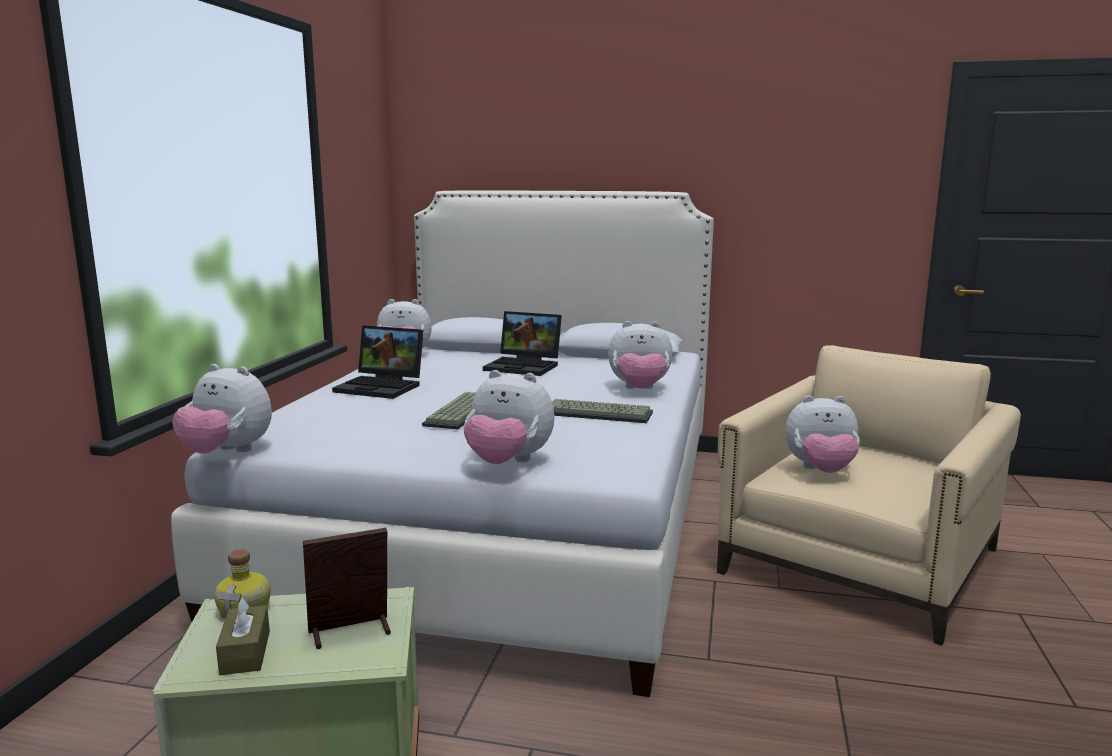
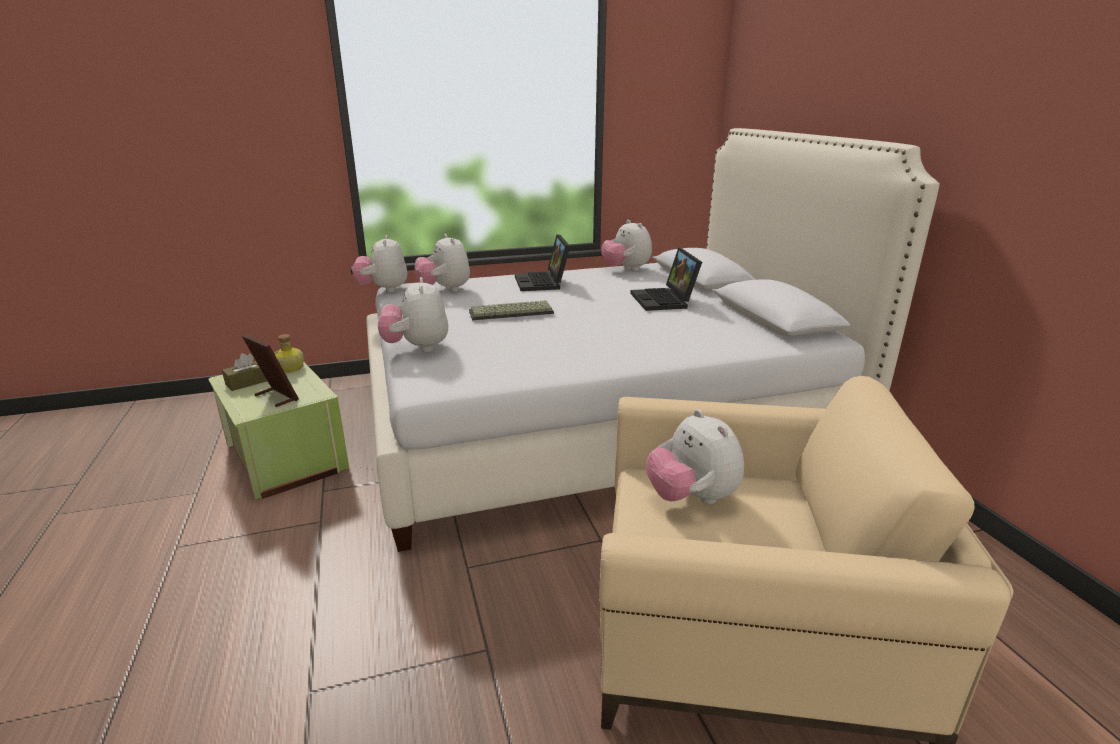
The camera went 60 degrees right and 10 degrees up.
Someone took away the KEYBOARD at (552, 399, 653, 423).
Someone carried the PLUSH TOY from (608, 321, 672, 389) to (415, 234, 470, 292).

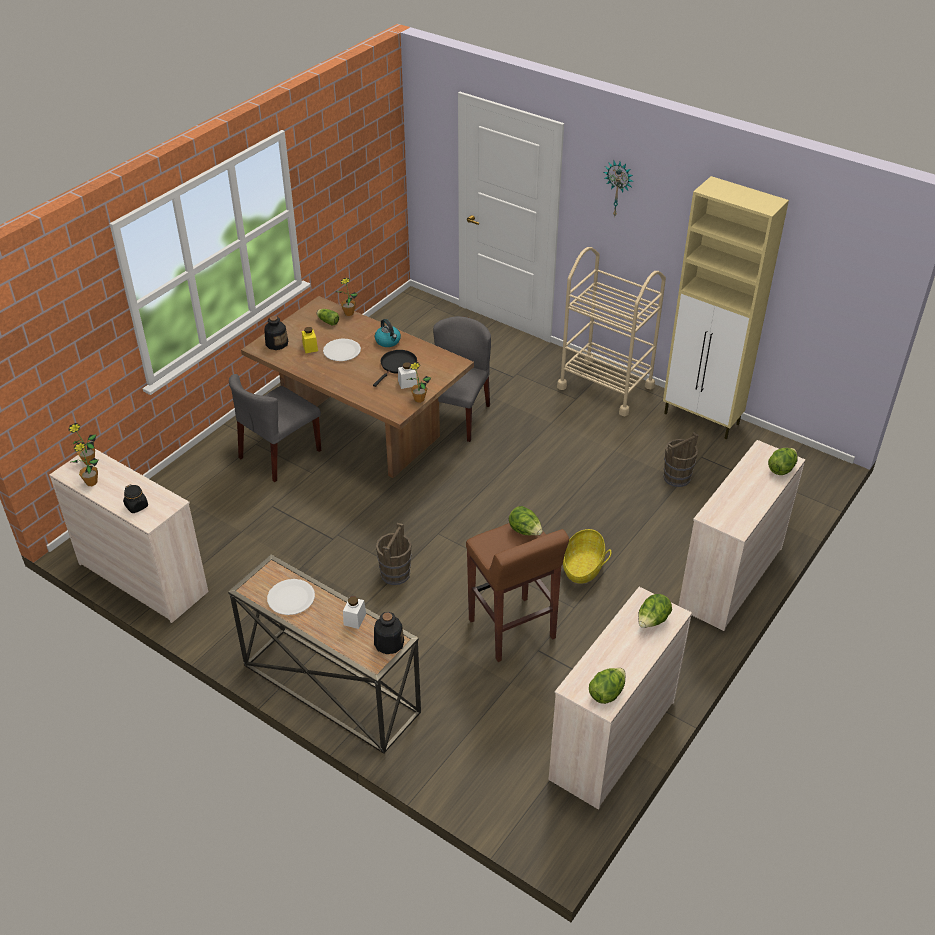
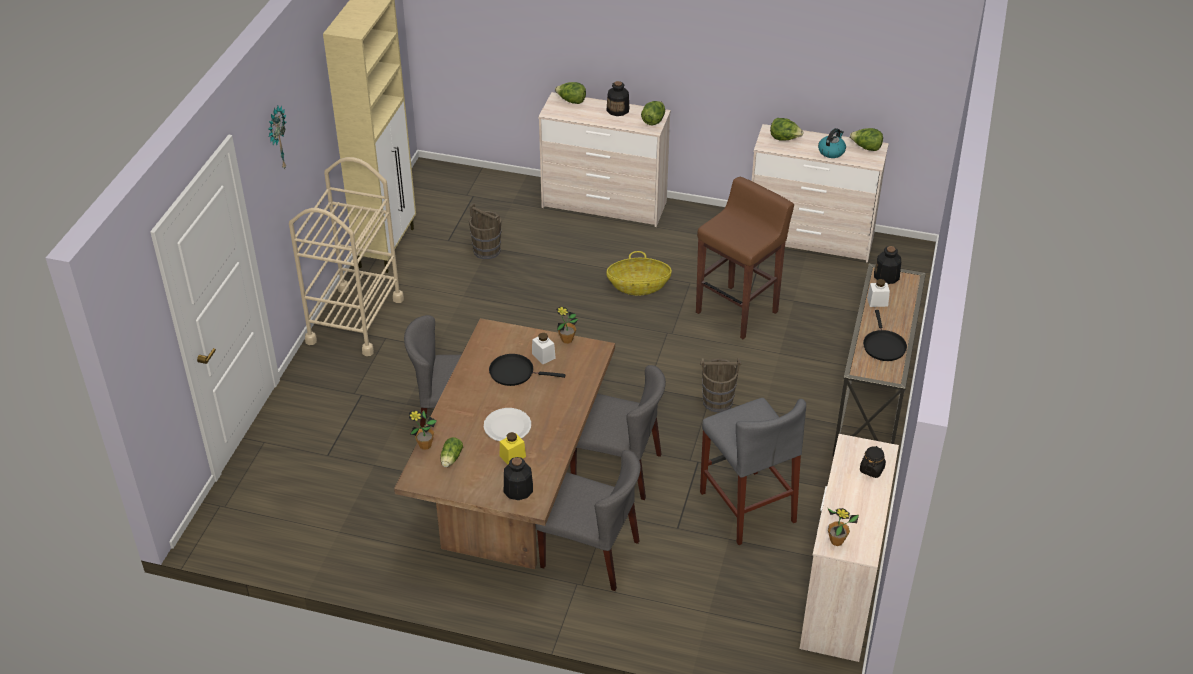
The camera went 110 degrees left and 0 degrees up.
Someone took away the HOUSEPLANT at (70, 442, 99, 486).
Someone put down the GREY PLAIN CHAIR at (570, 365, 666, 500).
Someone put down the BEVERAGE BOTTLE at (606, 81, 629, 116).
Someone put down the GREY SITTING STOOL at (700, 398, 806, 545).
Someone carried the TEA KETTLE from (375, 319, 401, 347) to (818, 128, 846, 158).
Someone carried the LETTUCE from (509, 506, 543, 535) to (641, 101, 665, 126).
Someone swapped the WHITE-COLOURED DINNER PLATE at (267, 579, 315, 615) for the BLACKISH SKILLET at (863, 310, 907, 361).

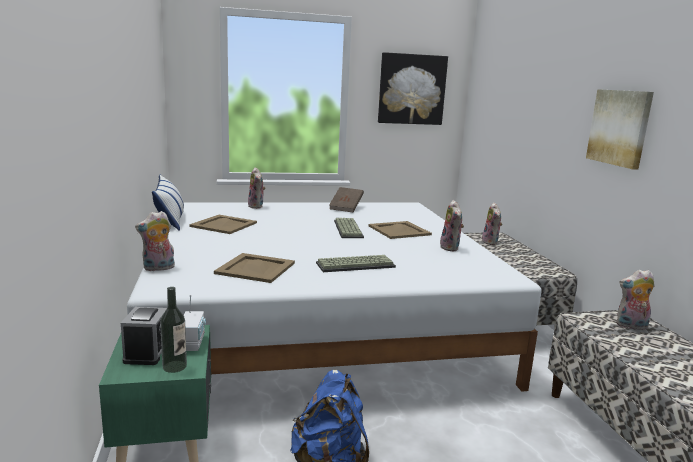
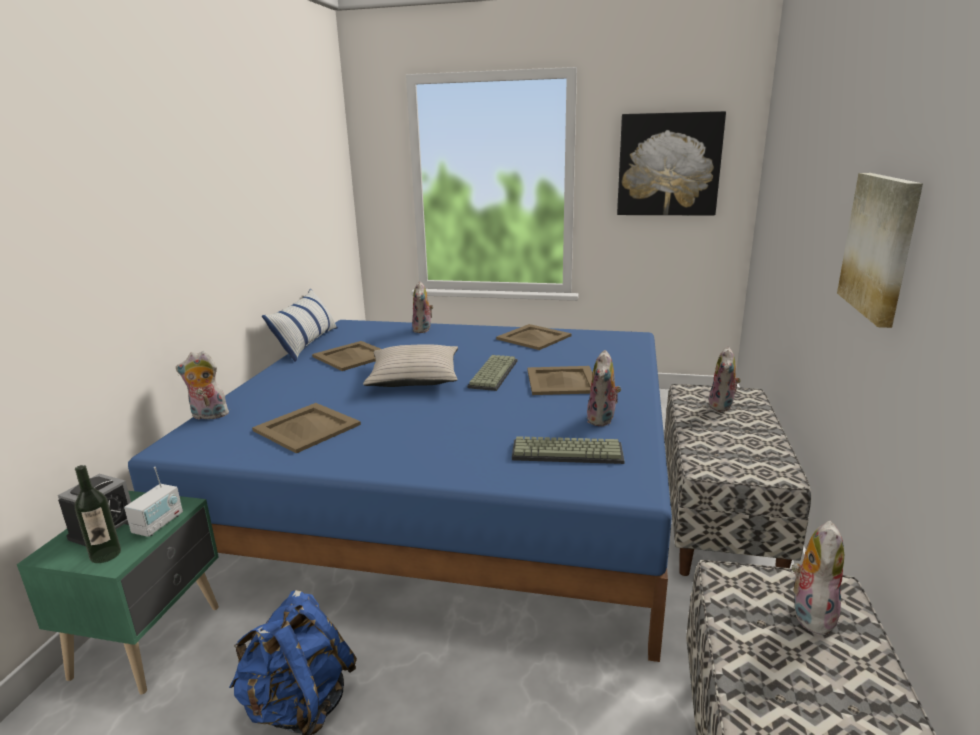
The camera went 25 degrees right and 5 degrees up.
Someone put down the BEIGE-COLOURED PILLOW at (363, 344, 458, 387).
Someone carried the KEYBOARD from (316, 255, 396, 272) to (512, 436, 624, 464).
Someone swapped the BROWN BOUND BOOK at (329, 187, 364, 212) for the BEIGE-COLOURED SERVING TRAY at (496, 324, 572, 350).
Someone repainted the WHITE-COLOURED SLEEPING BED at (127, 203, 542, 392), which became the BLUE SLEEPING BED at (128, 320, 672, 662).
Someone rotated the PLUSH TOY at (616, 270, 655, 330) by 90 degrees clockwise.

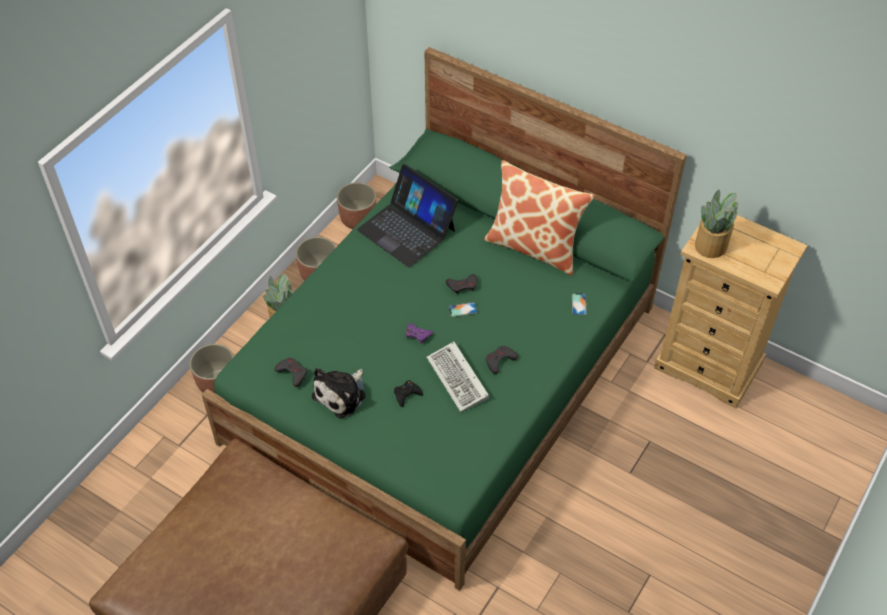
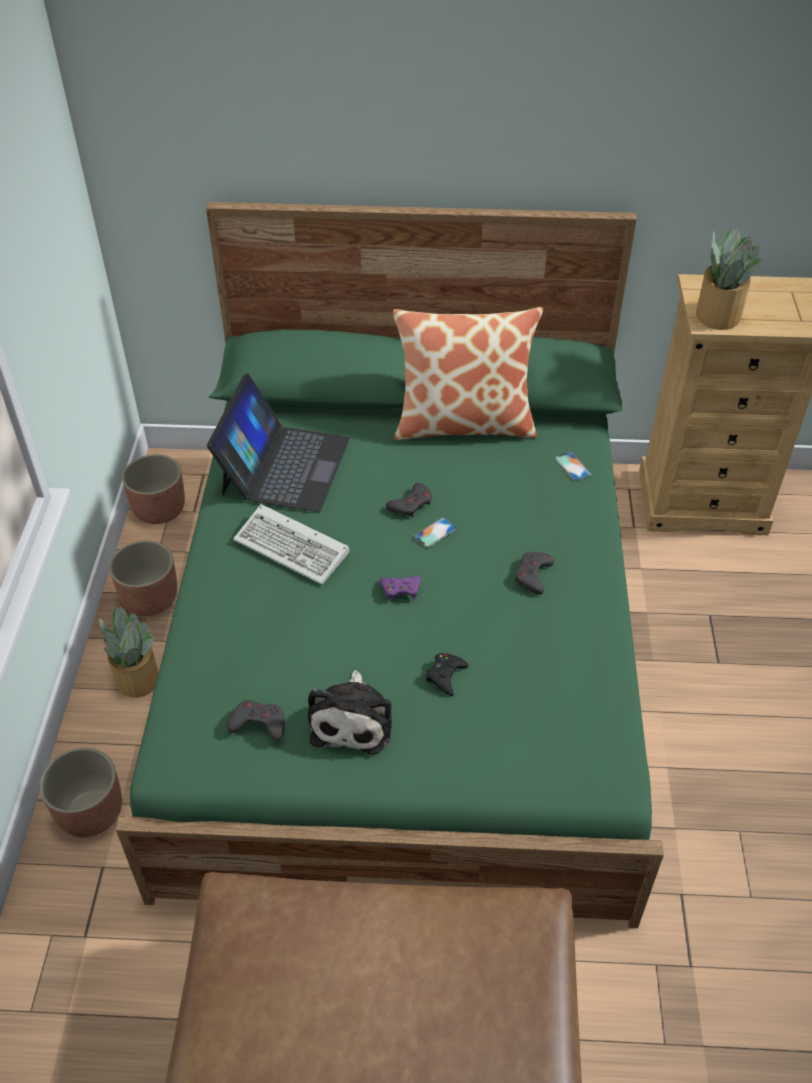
The camera went 30 degrees left and 5 degrees down.
Someone carried the KEYBOARD from (426, 341, 489, 412) to (233, 504, 350, 584).
Someone rotated the NOTEBOOK COMPUTER at (357, 164, 458, 268) by 90 degrees counterclockwise.

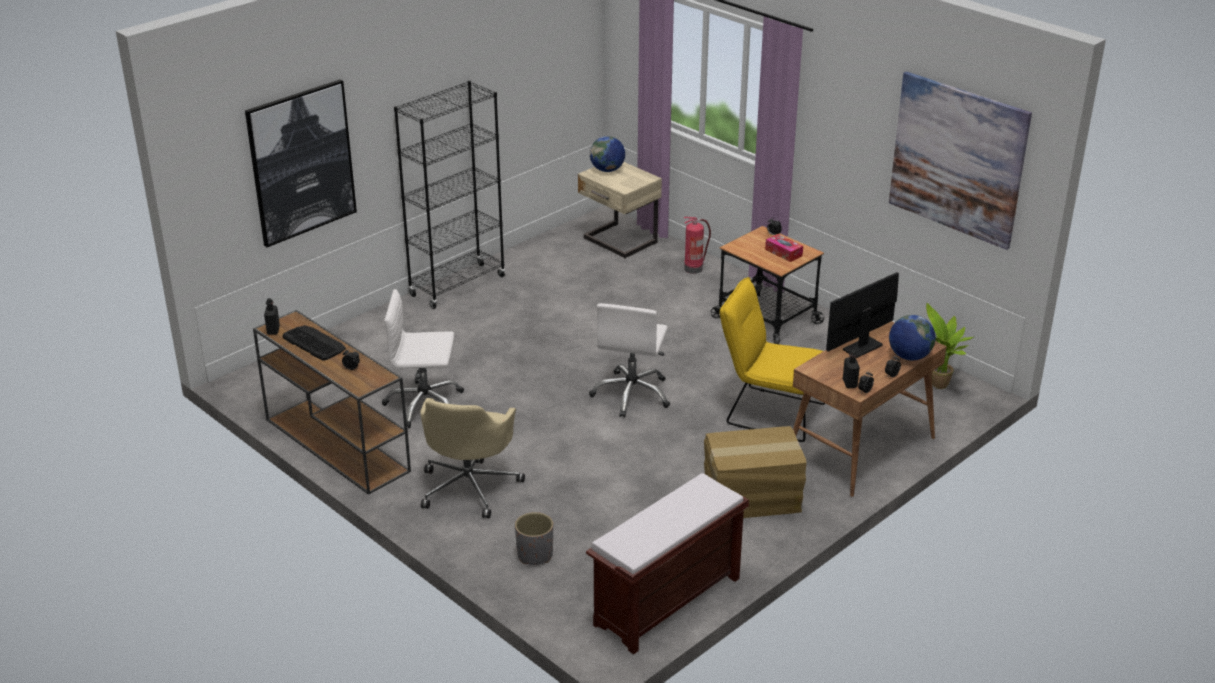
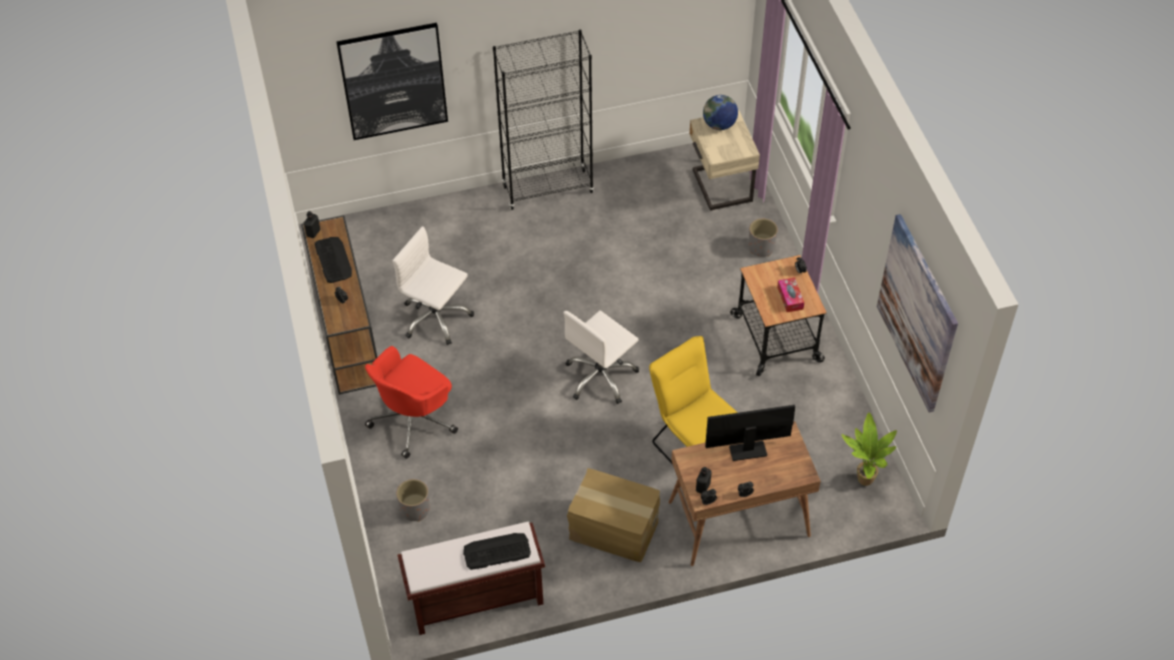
The camera went 30 degrees right and 20 degrees up.
Someone took away the WORLD GLOBE at (889, 315, 936, 360).
Someone put down the KEYBOARD at (463, 533, 531, 570).
Someone swapped the EXTINGUISHER at (684, 217, 711, 274) for the GREY PLANTER at (749, 219, 778, 257).
Someone repainted the BEIGE-COLOURED DESK CHAIR at (420, 398, 525, 518), which became the RED DESK CHAIR at (365, 346, 458, 459).

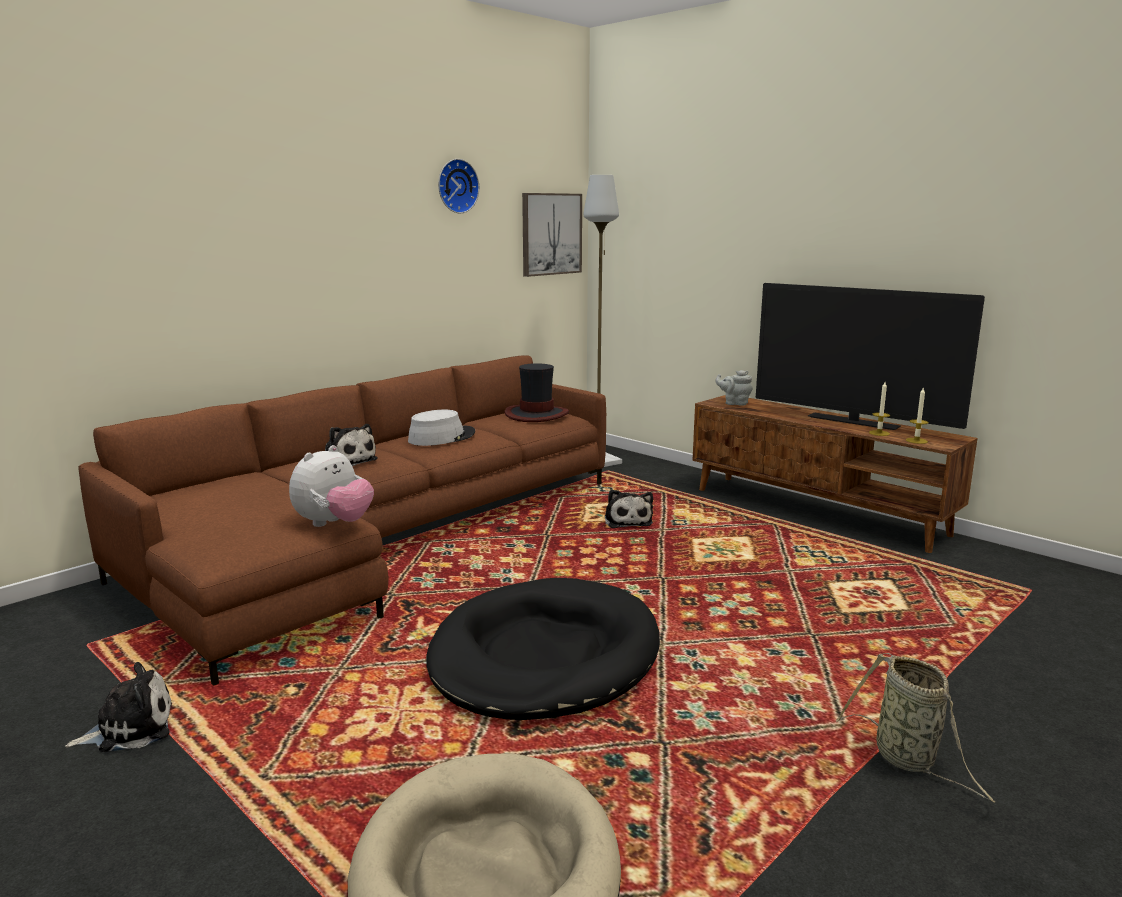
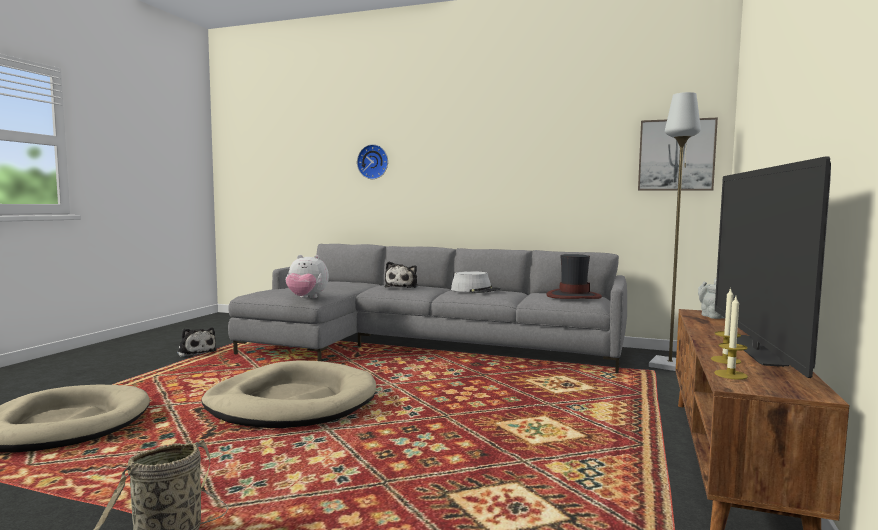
The camera went 65 degrees right and 10 degrees down.
Someone took away the PLUSH TOY at (605, 490, 653, 528).
Someone carried the CLOCK ON THE WALL from (438, 159, 479, 213) to (357, 144, 388, 179).
Someone repainted the BROWN SETTEE at (78, 355, 606, 686), which became the GREY SETTEE at (228, 244, 627, 373).
Someone repainted the BLACKISH PET BED at (426, 578, 660, 720), which became the BEIGE-COLOURED PET BED at (201, 361, 376, 428).

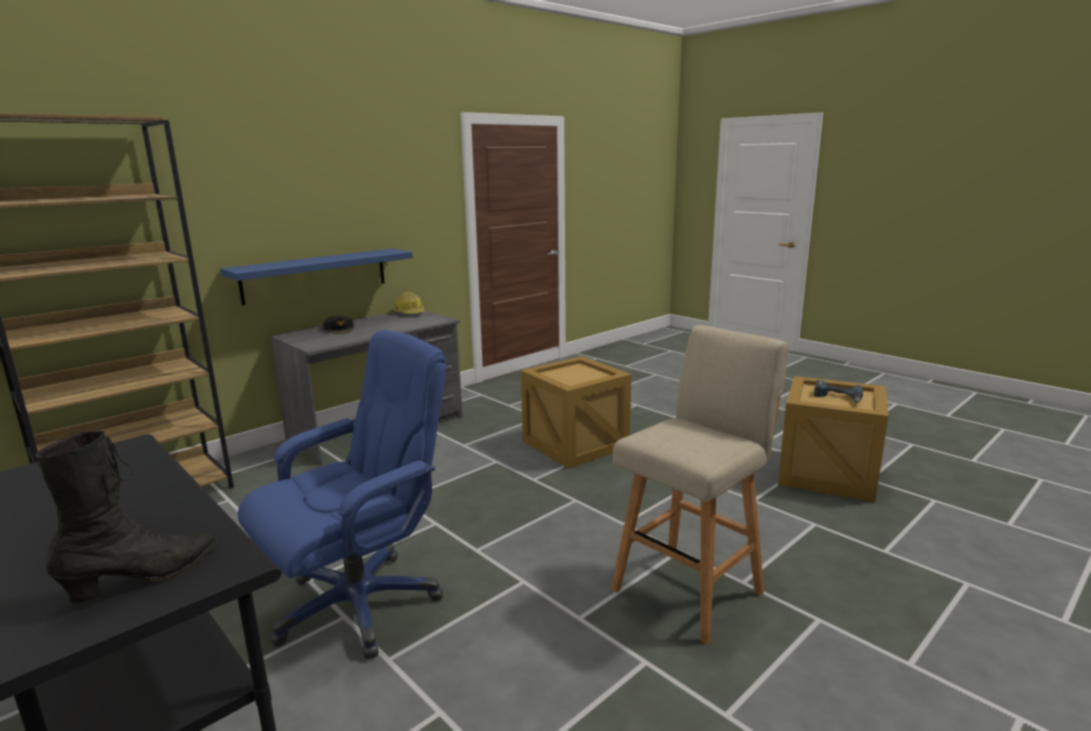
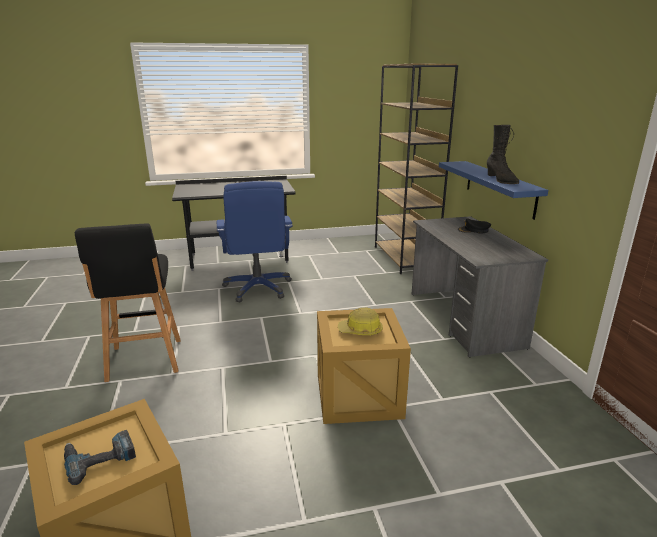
The camera went 120 degrees right and 5 degrees up.
Someone carried the BLACKISH HIGH-TOP BOOT from (35, 431, 217, 603) to (487, 125, 519, 184).
Someone carried the SAFETY HELMET from (394, 292, 425, 314) to (338, 308, 383, 335).
Someone repainted the BEIGE-COLOURED SITTING STOOL at (611, 325, 789, 645), which became the BLACKISH SITTING STOOL at (75, 223, 180, 382).

